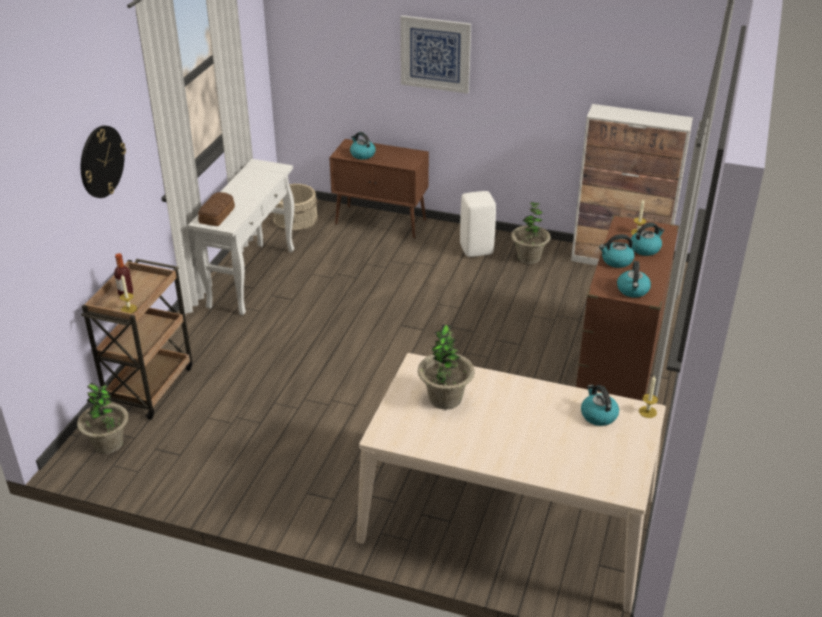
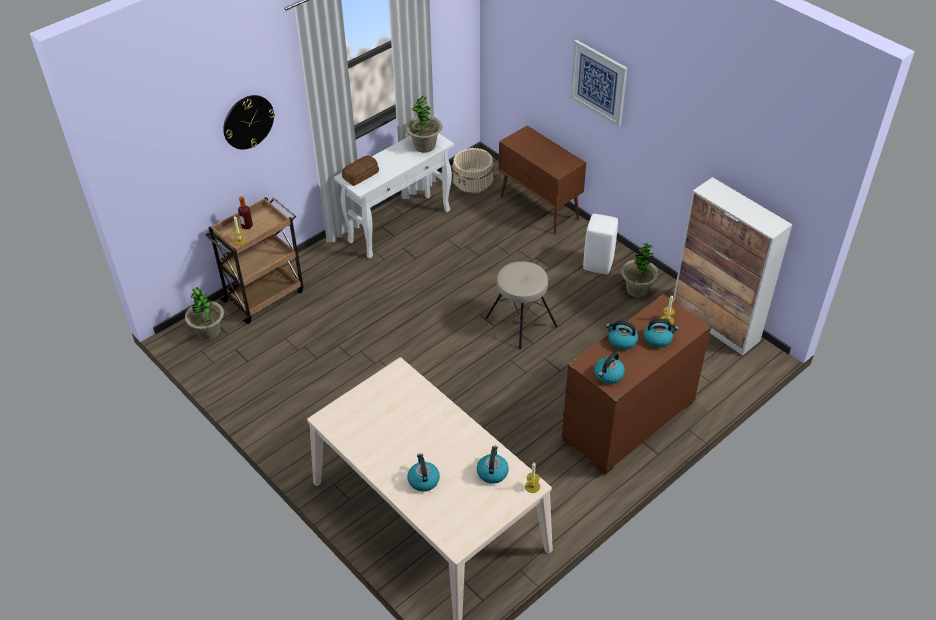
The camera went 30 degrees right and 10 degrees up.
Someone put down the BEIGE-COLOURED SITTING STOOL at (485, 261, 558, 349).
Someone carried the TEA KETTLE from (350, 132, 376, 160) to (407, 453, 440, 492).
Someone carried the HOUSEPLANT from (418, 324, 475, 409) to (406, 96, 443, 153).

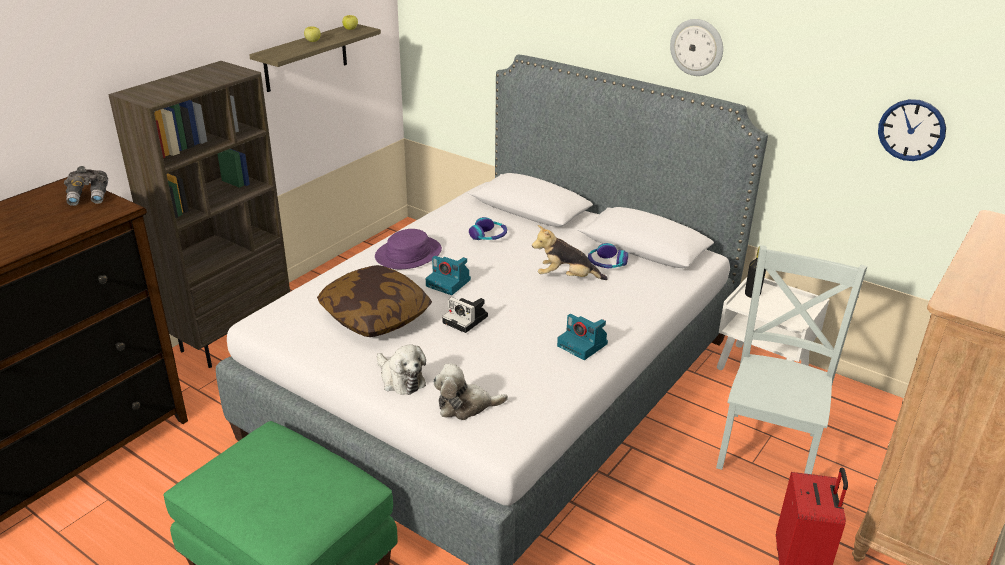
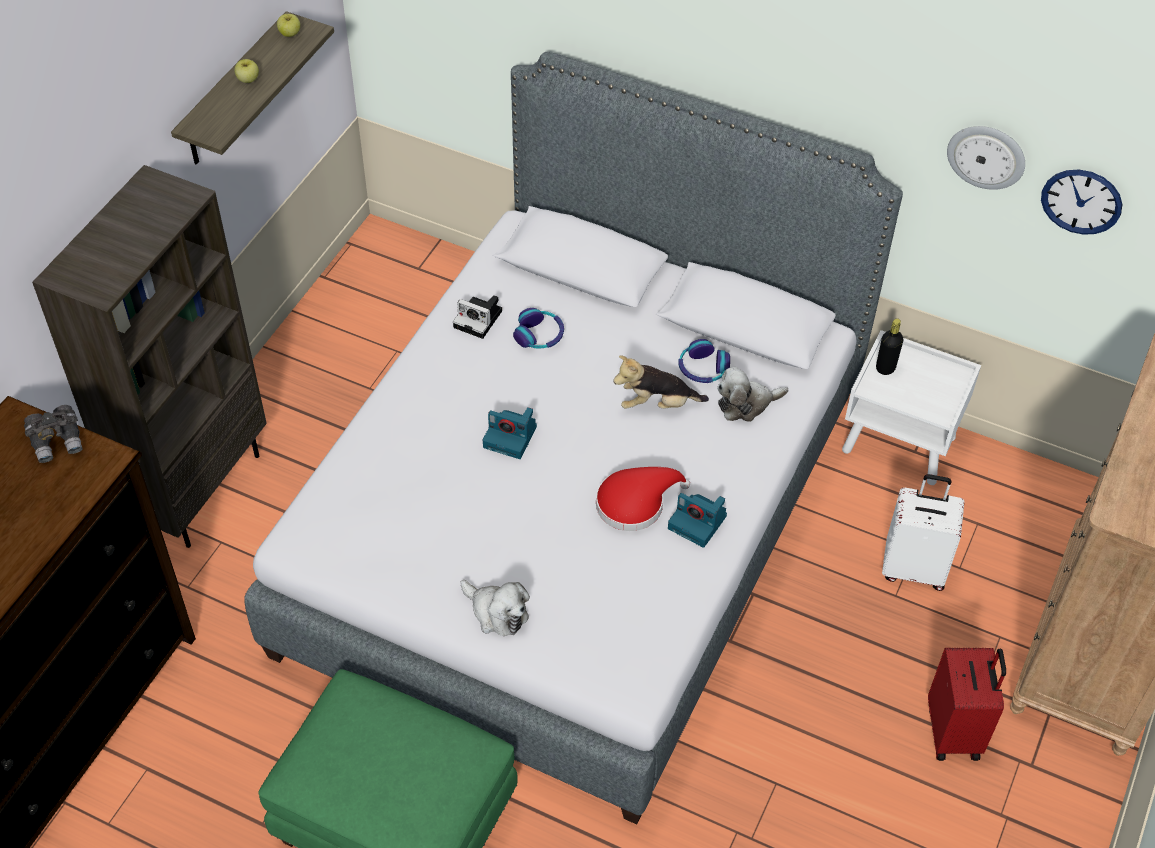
The camera went 10 degrees left and 20 degrees up.
Someone took away the PILLOW at (317, 265, 432, 337).
Someone took away the PURPLISH HAT at (375, 229, 442, 269).
Someone put down the RED HAT at (596, 467, 690, 531).
Someone carried the PLUSH TOY from (433, 363, 508, 420) to (717, 367, 788, 422).
Someone carried the STILL CAMERA from (442, 297, 488, 333) to (453, 295, 502, 339).
Someone carried the CLOCK ON THE WALL from (670, 19, 723, 76) to (947, 126, 1025, 190).
Someone swapped the GREY PLAIN CHAIR at (716, 245, 867, 474) for the WHITE-COLOURED PIECE OF LUGGAGE at (882, 474, 964, 591).

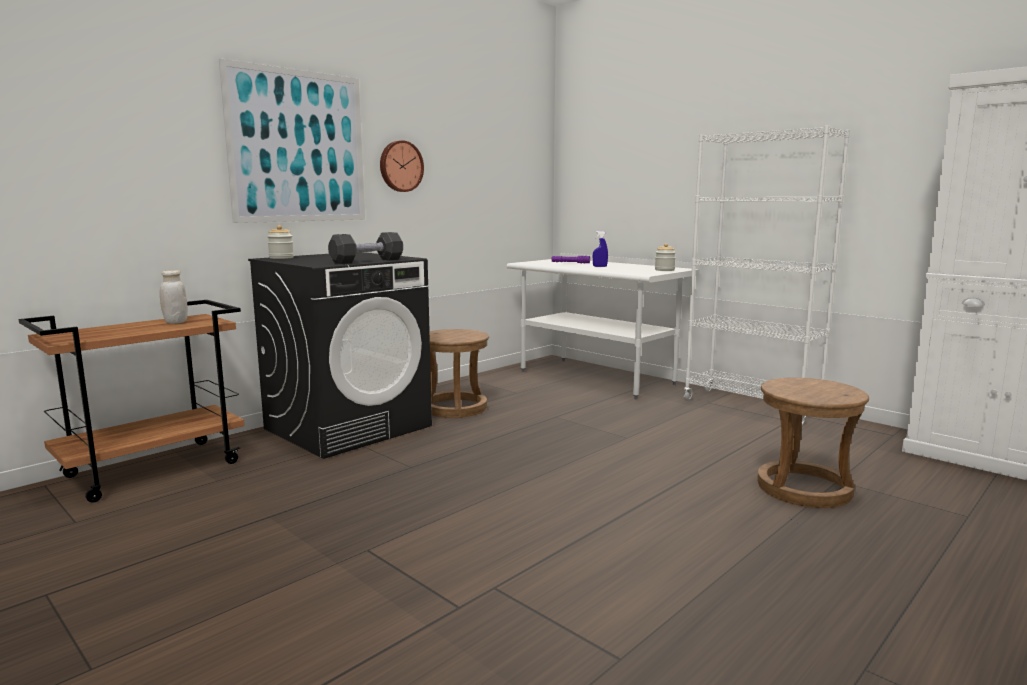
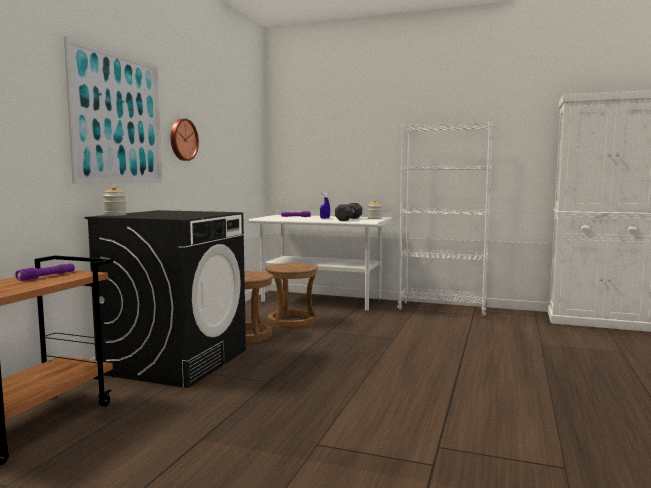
The camera went 25 degrees left and 5 degrees down.
Someone carried the BLACKISH FREE WEIGHT from (328, 232, 403, 264) to (335, 203, 362, 221).
Someone carried the BROWN SITTING STOOL from (757, 377, 869, 508) to (265, 263, 318, 328).
Someone swapped the WHITE-COLOURED JAR at (160, 270, 188, 324) for the PURPLISH FLASHLIGHT at (15, 263, 75, 281).

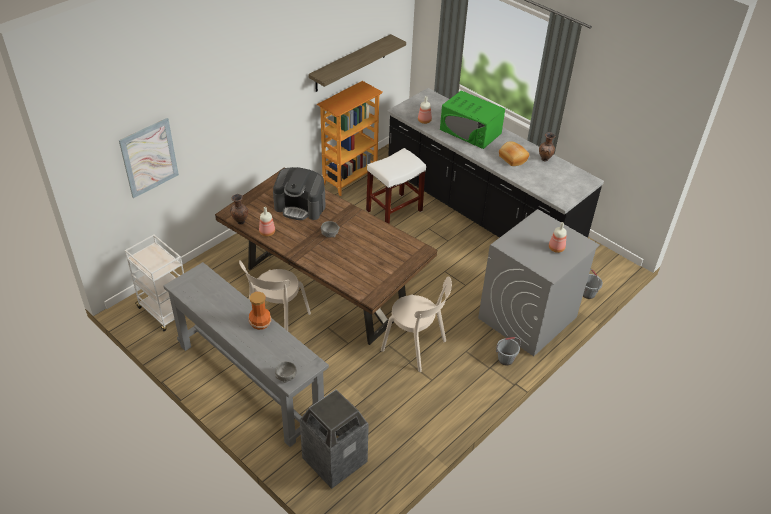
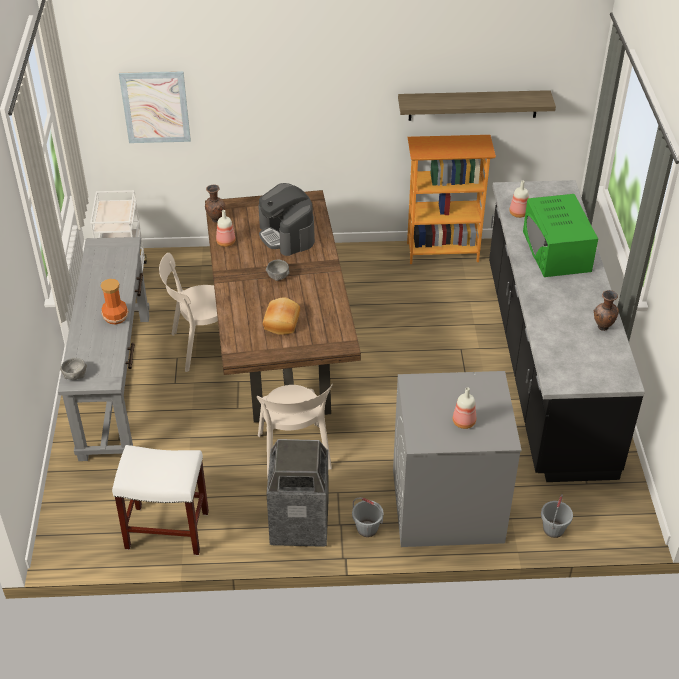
The camera went 45 degrees right and 0 degrees up.
Someone carried the TRASH CAN from (300, 389, 369, 489) to (267, 439, 328, 547).
Someone carried the WHITE-COLOURED SITTING STOOL from (366, 148, 426, 224) to (112, 445, 209, 555).
Someone carried the BAKED BREAD from (499, 141, 529, 166) to (263, 297, 300, 335).

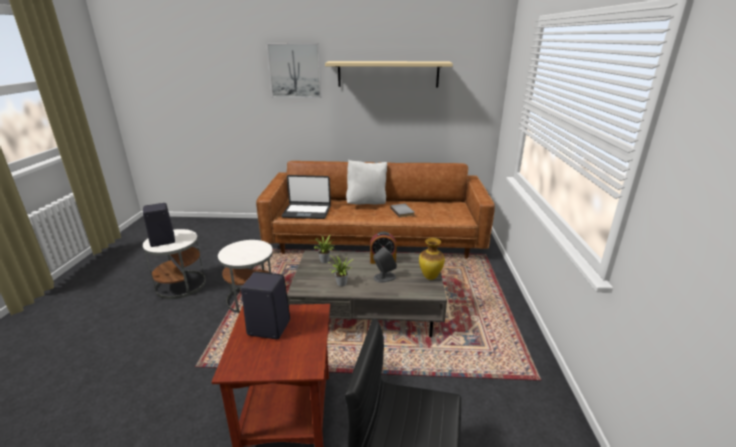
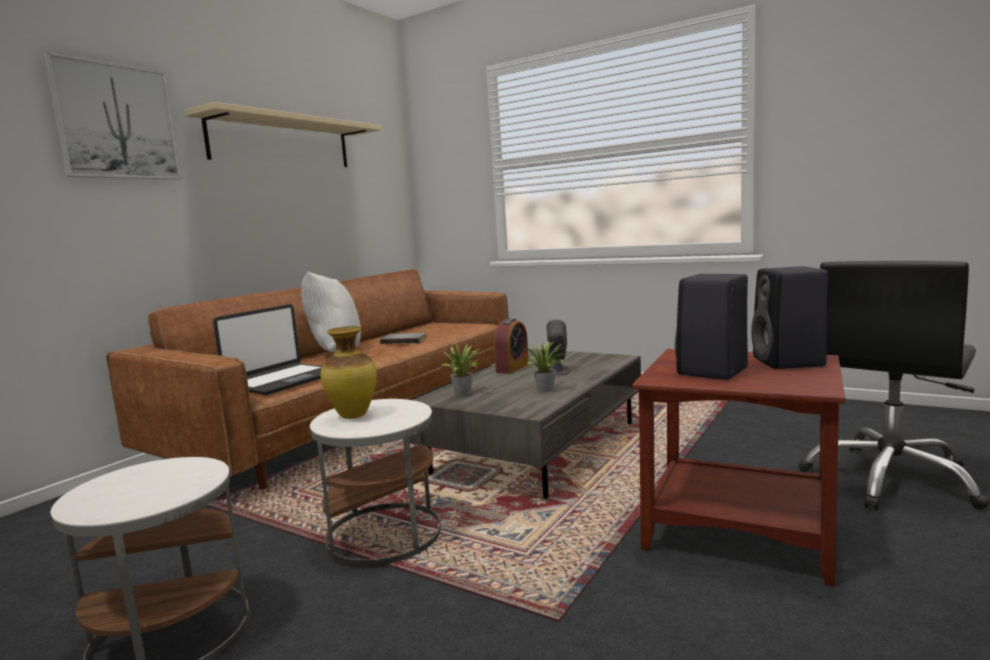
The camera went 60 degrees left and 15 degrees down.
Someone carried the BLACKISH LOUDSPEAKER from (143, 203, 175, 247) to (751, 266, 828, 369).
Someone carried the FLOWER VASE from (419, 238, 445, 280) to (321, 326, 377, 419).

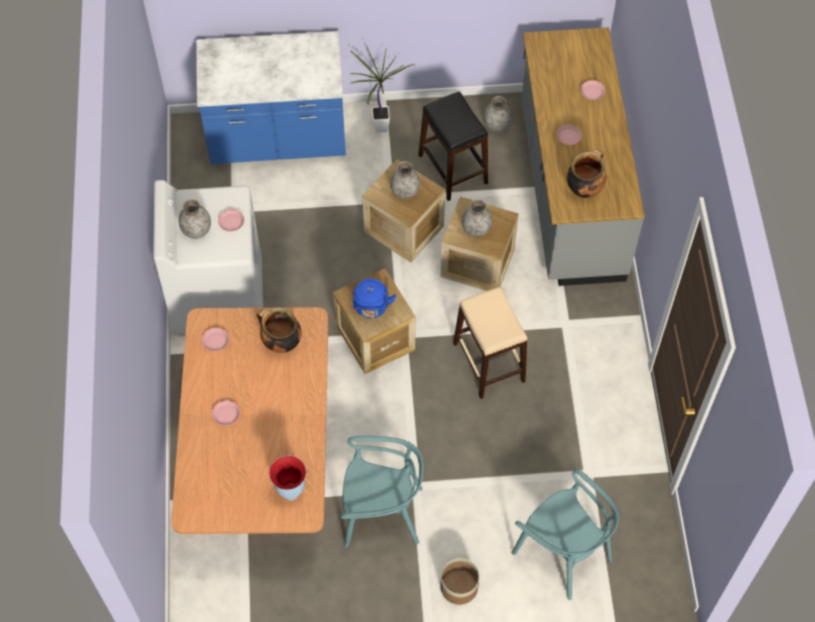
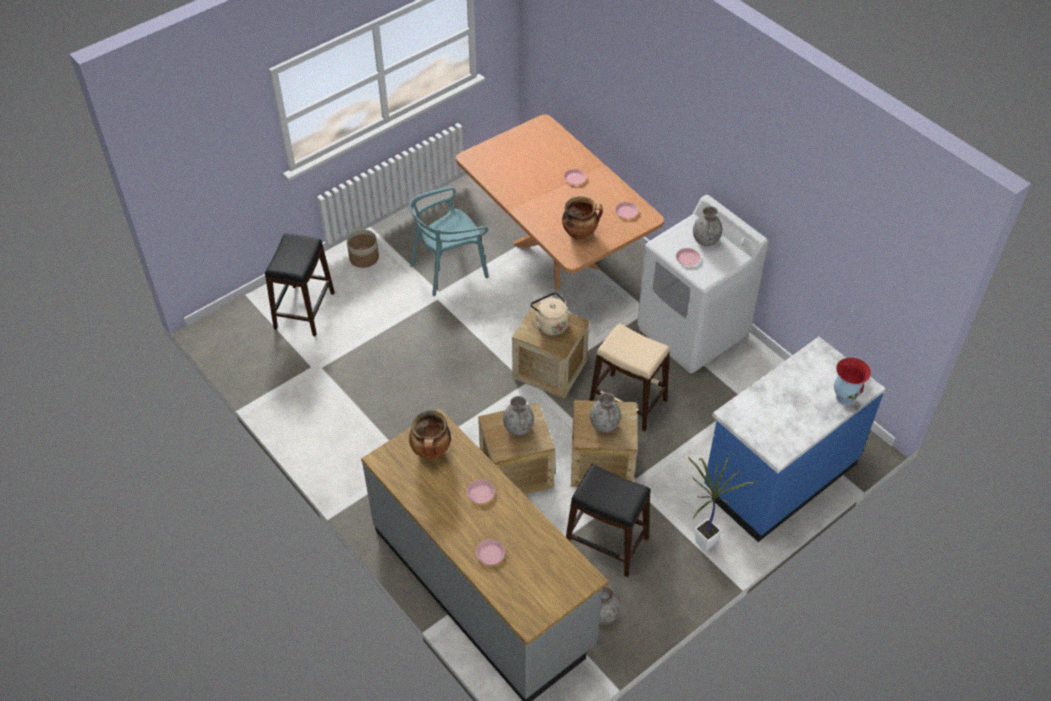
The camera went 145 degrees right and 10 degrees down.
Someone carried the FLOWER VASE from (269, 456, 306, 500) to (834, 357, 871, 405).
Someone carried the BEIGE-COLOURED SITTING STOOL from (453, 287, 527, 399) to (589, 323, 670, 431).
Someone swapped the TURQUOISE-COLOURED PLAIN CHAIR at (511, 469, 619, 600) for the BLACKISH SITTING STOOL at (265, 233, 335, 337).
Someone repainted the BLUE TEA KETTLE at (352, 278, 396, 318), which became the BEIGE-COLOURED TEA KETTLE at (530, 292, 569, 335).

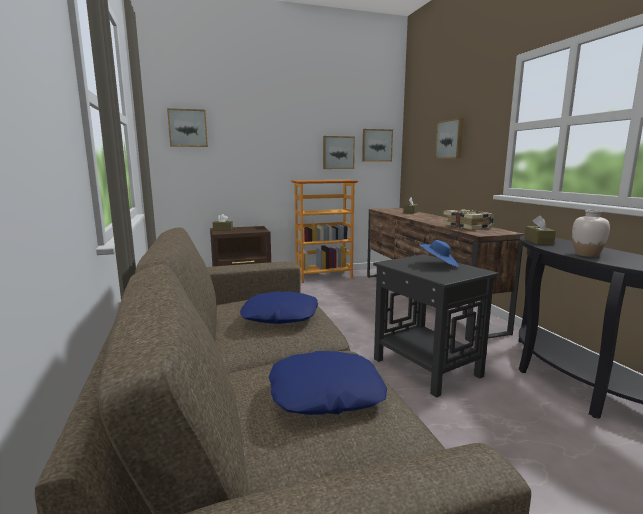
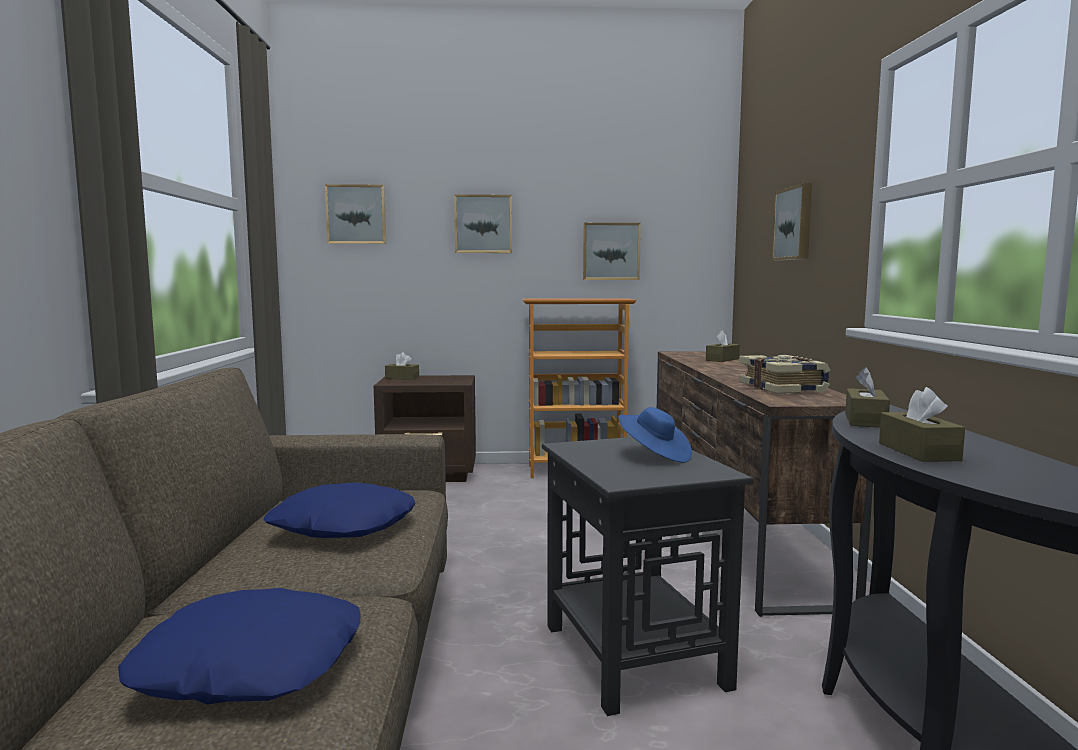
The camera went 15 degrees right and 5 degrees down.
Someone carried the WALL PICTURE from (362, 129, 393, 161) to (454, 194, 512, 253).
Someone swapped the WHITE-COLOURED FLOWER VASE at (572, 210, 610, 257) for the BROWN TISSUE HOLDER at (879, 387, 965, 462).

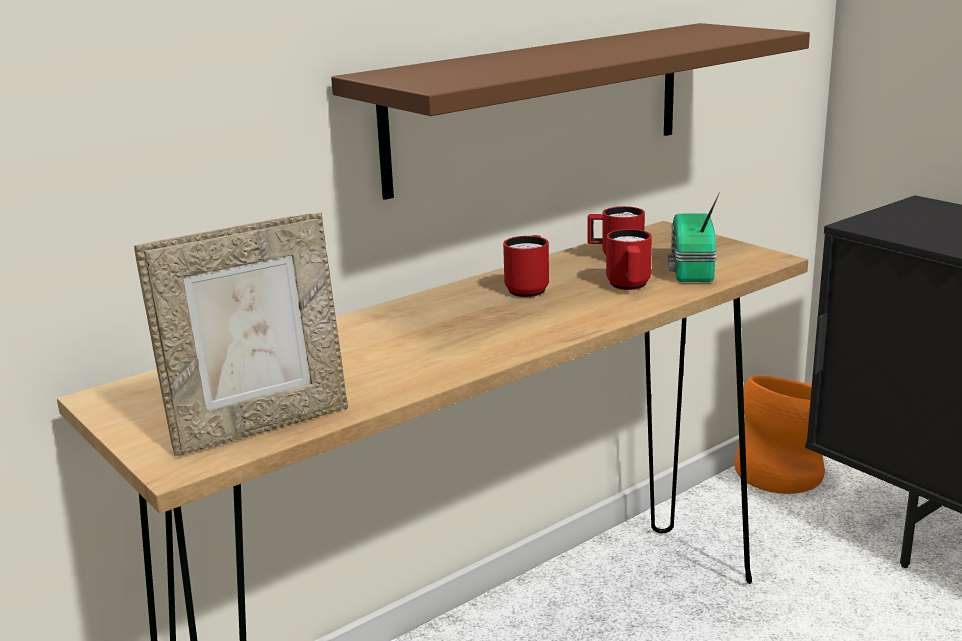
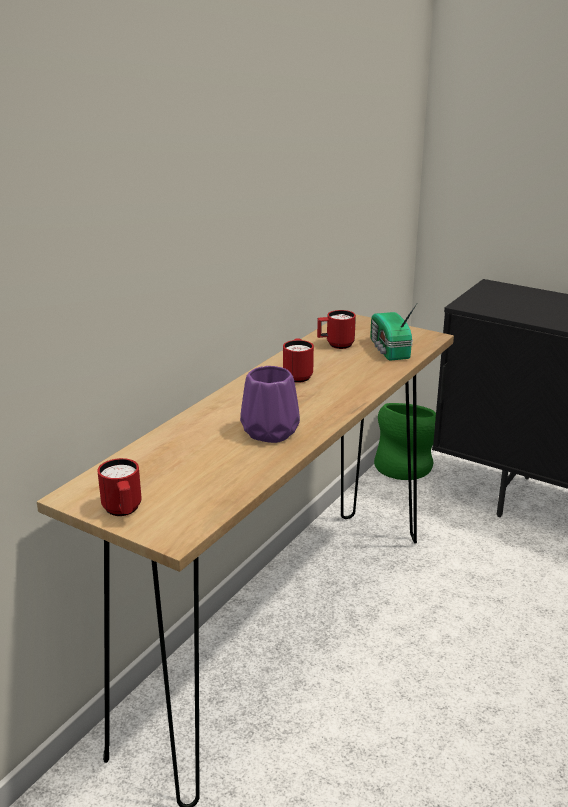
The camera went 20 degrees left and 5 degrees up.
Someone took away the STANDING FRAME at (134, 212, 348, 456).
Someone took away the BROWN WALL SHELF at (331, 23, 810, 200).
Someone put down the PURPLISH FLOWER VASE at (240, 366, 300, 443).
Someone carried the RED TEA MUG from (606, 229, 652, 290) to (97, 458, 142, 516).
Someone repainted the ORANGE FLOWER VASE at (734, 375, 825, 494), which became the GREENISH FLOWER VASE at (374, 403, 436, 480).

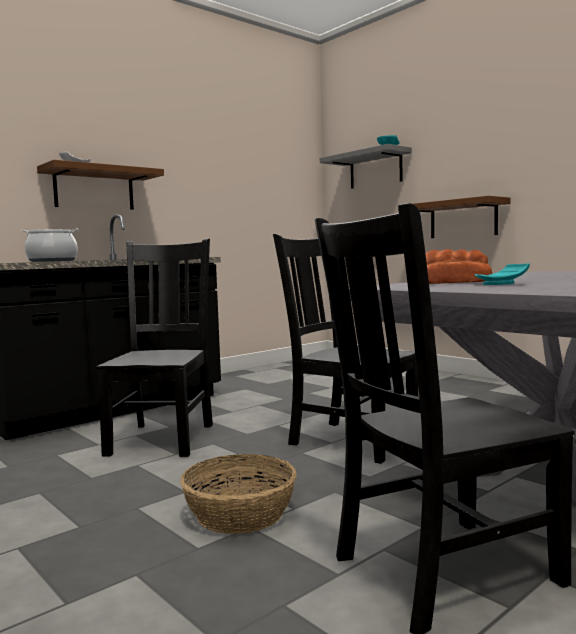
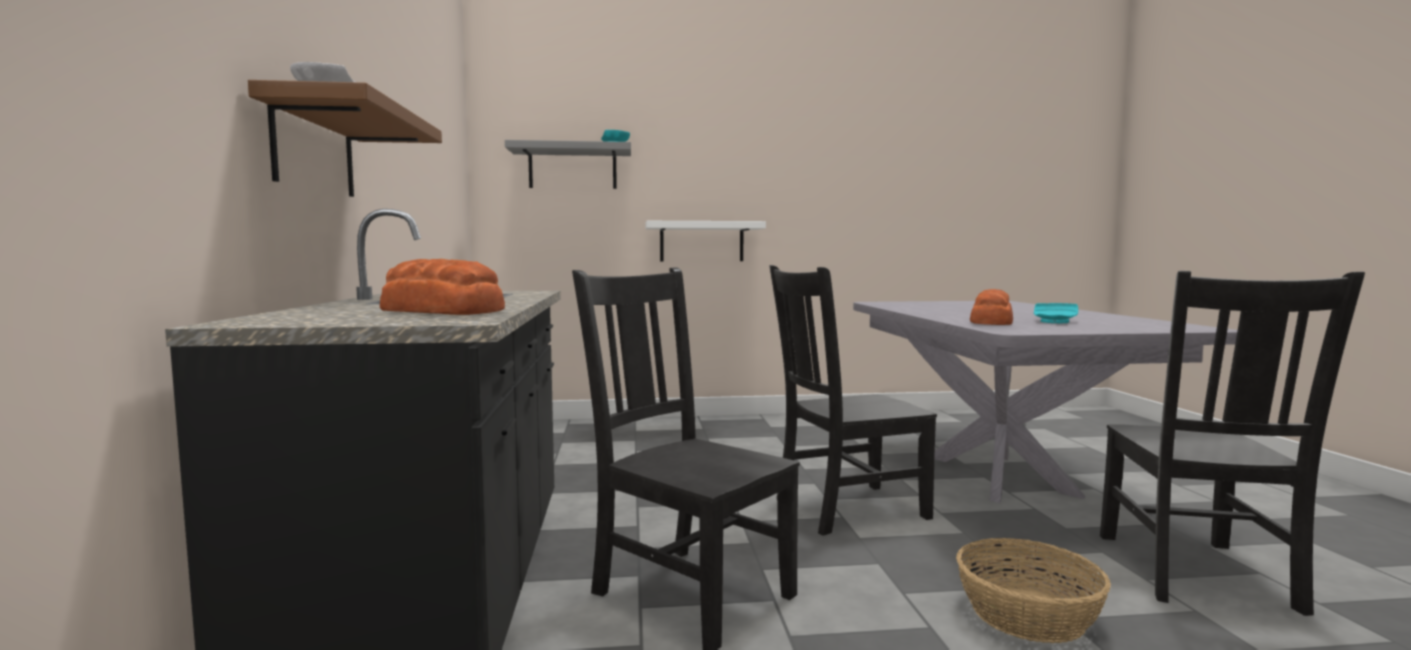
The camera went 55 degrees left and 0 degrees up.
Someone swapped the COOKING POT at (21, 228, 79, 262) for the BAKED BREAD at (380, 259, 505, 315).
Someone repainted the BROWN WALL SHELF at (398, 196, 511, 238), which became the WHITE-COLOURED WALL SHELF at (646, 221, 766, 261).

